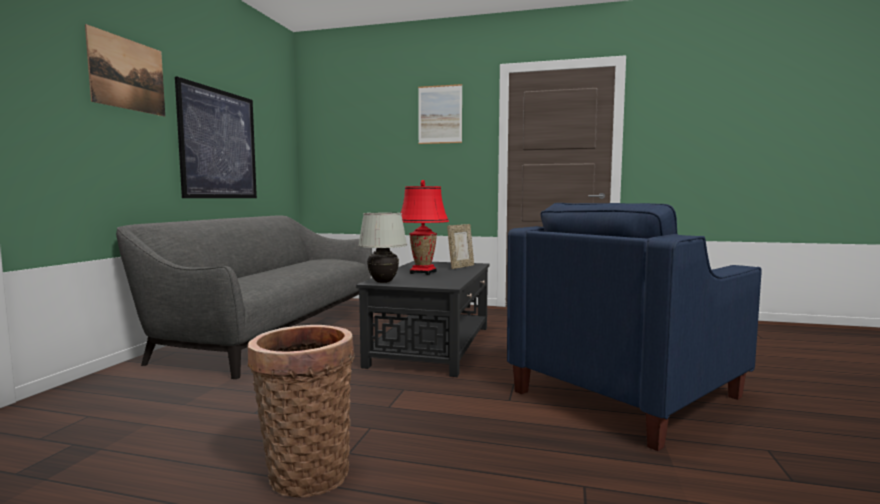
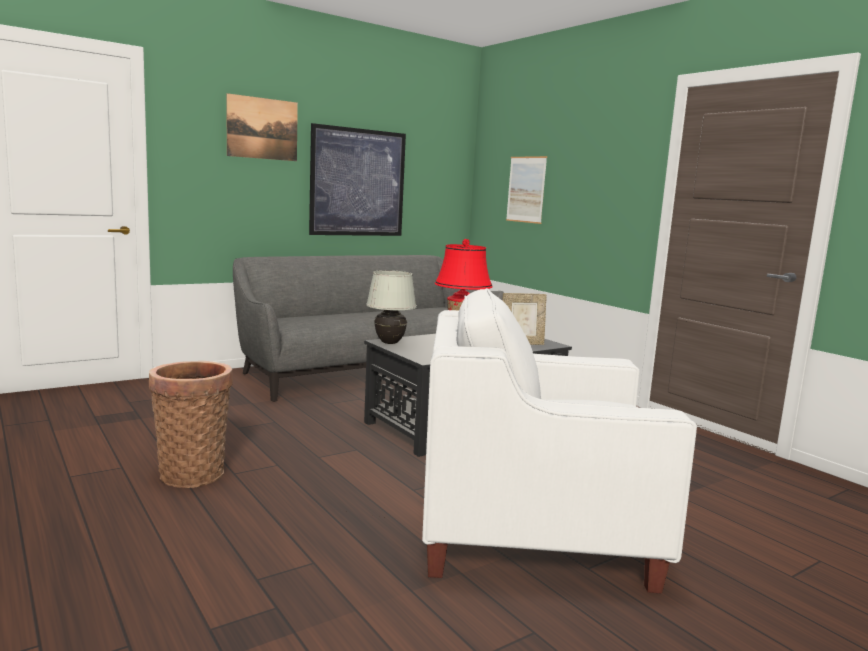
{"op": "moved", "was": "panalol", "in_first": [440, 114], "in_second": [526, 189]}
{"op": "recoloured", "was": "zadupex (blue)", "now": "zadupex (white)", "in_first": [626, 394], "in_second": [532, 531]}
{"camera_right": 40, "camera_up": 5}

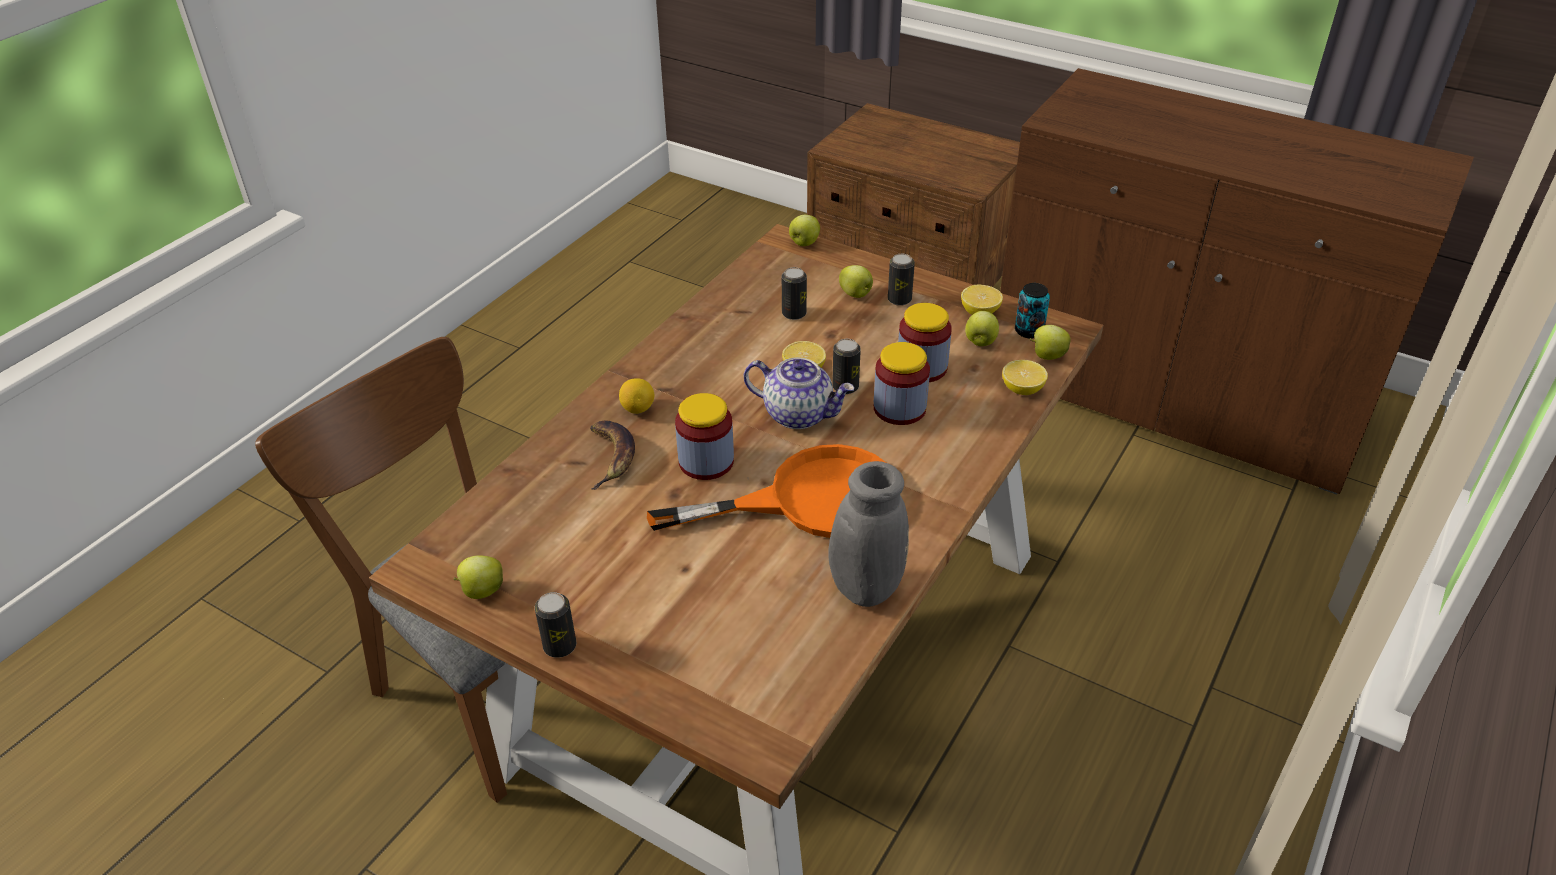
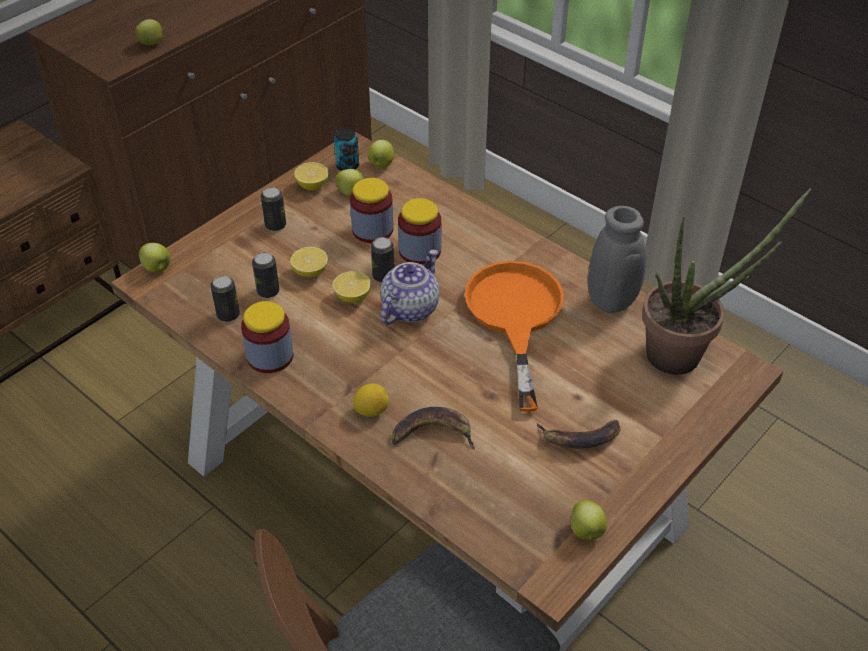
{"op": "moved", "was": "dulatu", "in_first": [560, 646], "in_second": [228, 315]}
{"op": "moved", "was": "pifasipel", "in_first": [706, 462], "in_second": [270, 356]}
{"op": "moved", "was": "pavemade", "in_first": [856, 295], "in_second": [152, 43]}
{"op": "moved", "was": "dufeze", "in_first": [1022, 390], "in_second": [310, 272]}
{"op": "added", "now": "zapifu", "in_second": [580, 438]}
{"op": "added", "now": "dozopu", "in_second": [685, 353]}
{"camera_right": -80, "camera_up": 5}

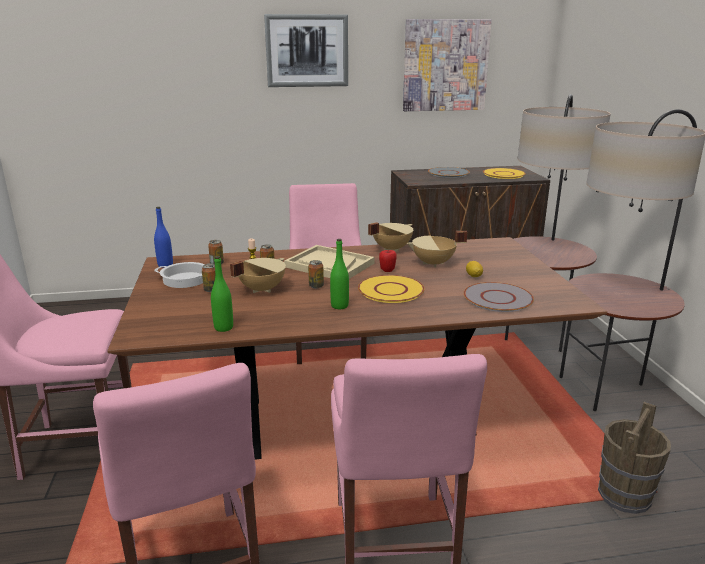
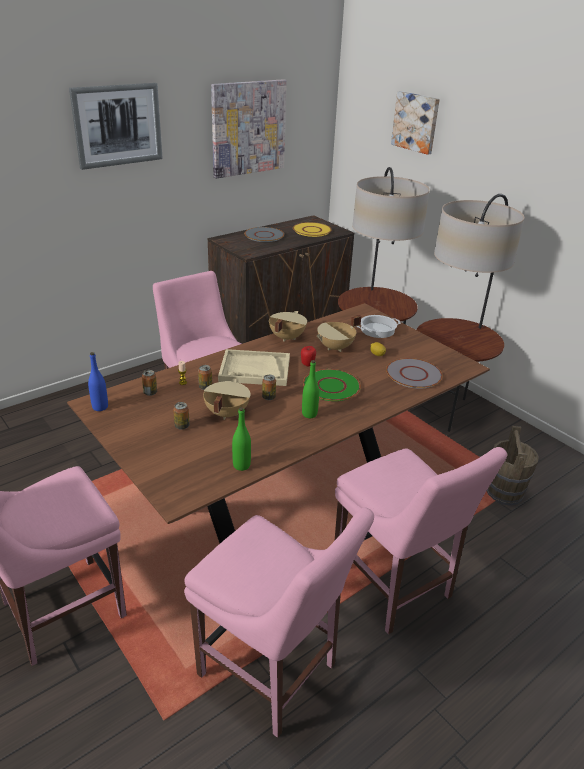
{"op": "moved", "was": "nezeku", "in_first": [186, 279], "in_second": [377, 330]}
{"op": "recoloured", "was": "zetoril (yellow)", "now": "zetoril (green)", "in_first": [390, 290], "in_second": [331, 386]}
{"op": "added", "now": "panalol", "in_second": [416, 122]}
{"camera_right": -30, "camera_up": 10}

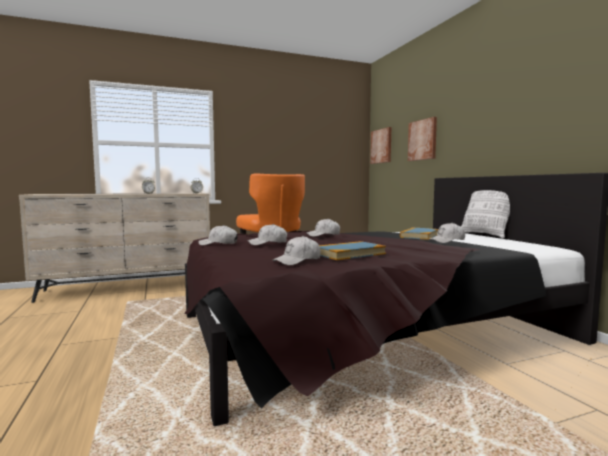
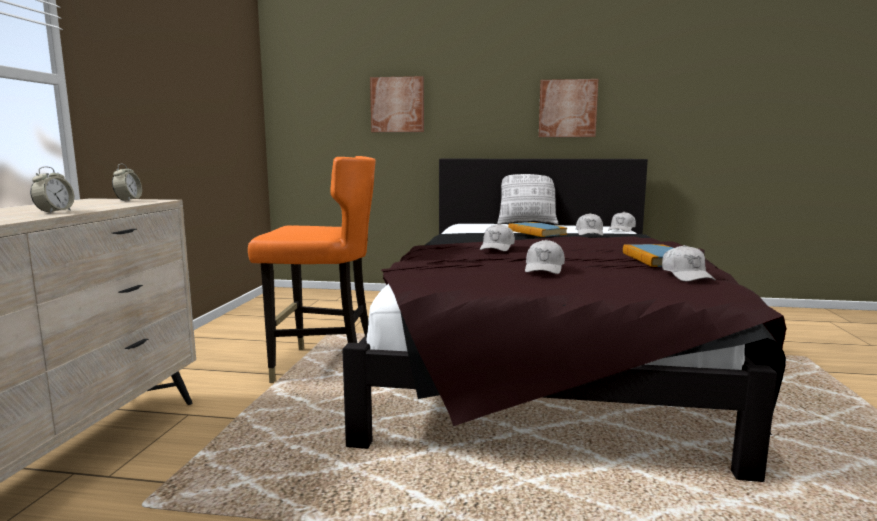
{"op": "moved", "was": "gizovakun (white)", "in_first": [218, 244], "in_second": [621, 229]}
{"op": "moved", "was": "panalol", "in_first": [381, 146], "in_second": [567, 108]}
{"camera_right": -60, "camera_up": 5}

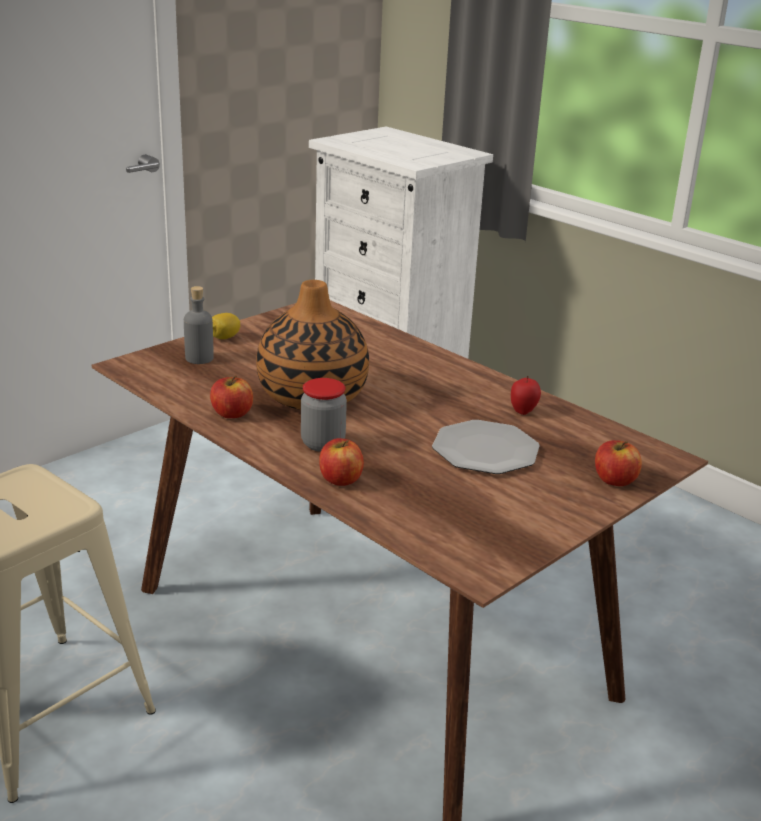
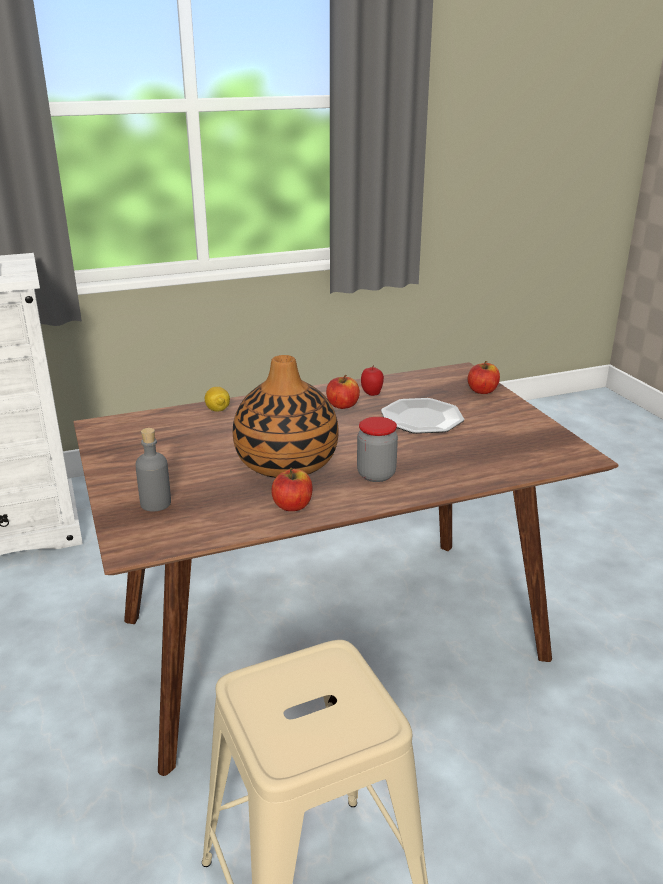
{"op": "moved", "was": "dufeze", "in_first": [224, 338], "in_second": [217, 410]}
{"op": "moved", "was": "pavemade", "in_first": [340, 479], "in_second": [342, 405]}
{"camera_right": -65, "camera_up": 0}

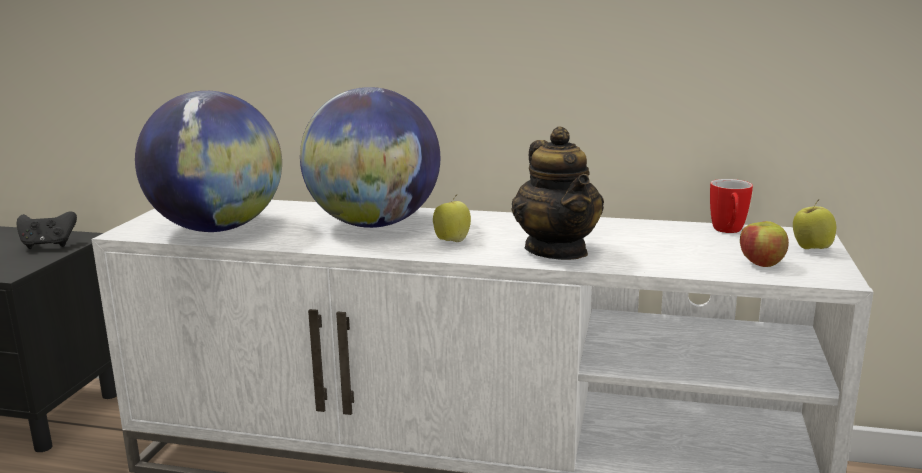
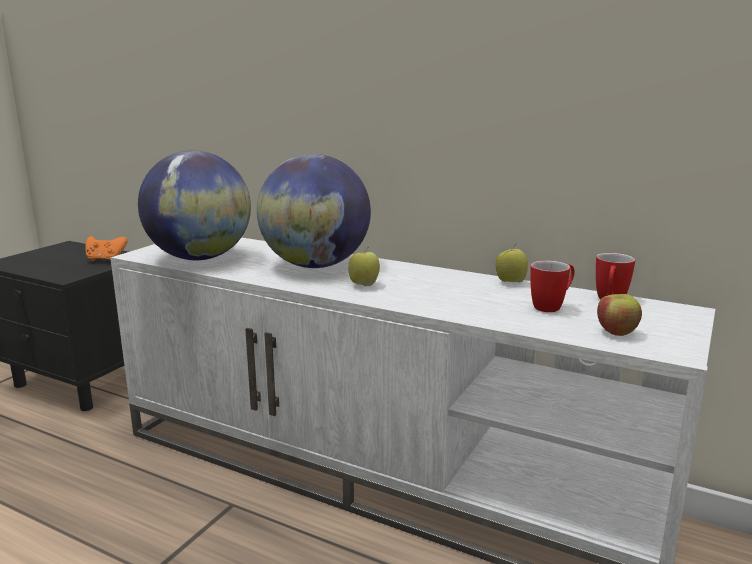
{"op": "recoloured", "was": "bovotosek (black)", "now": "bovotosek (orange)", "in_first": [48, 245], "in_second": [106, 260]}
{"op": "removed", "was": "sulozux", "in_first": [557, 250]}
{"op": "moved", "was": "pavemade", "in_first": [810, 249], "in_second": [510, 282]}
{"op": "added", "now": "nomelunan", "in_second": [552, 306]}
{"camera_right": 15, "camera_up": 0}

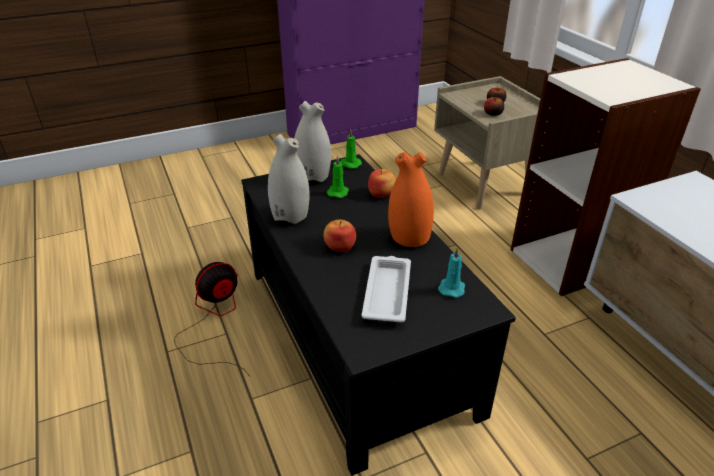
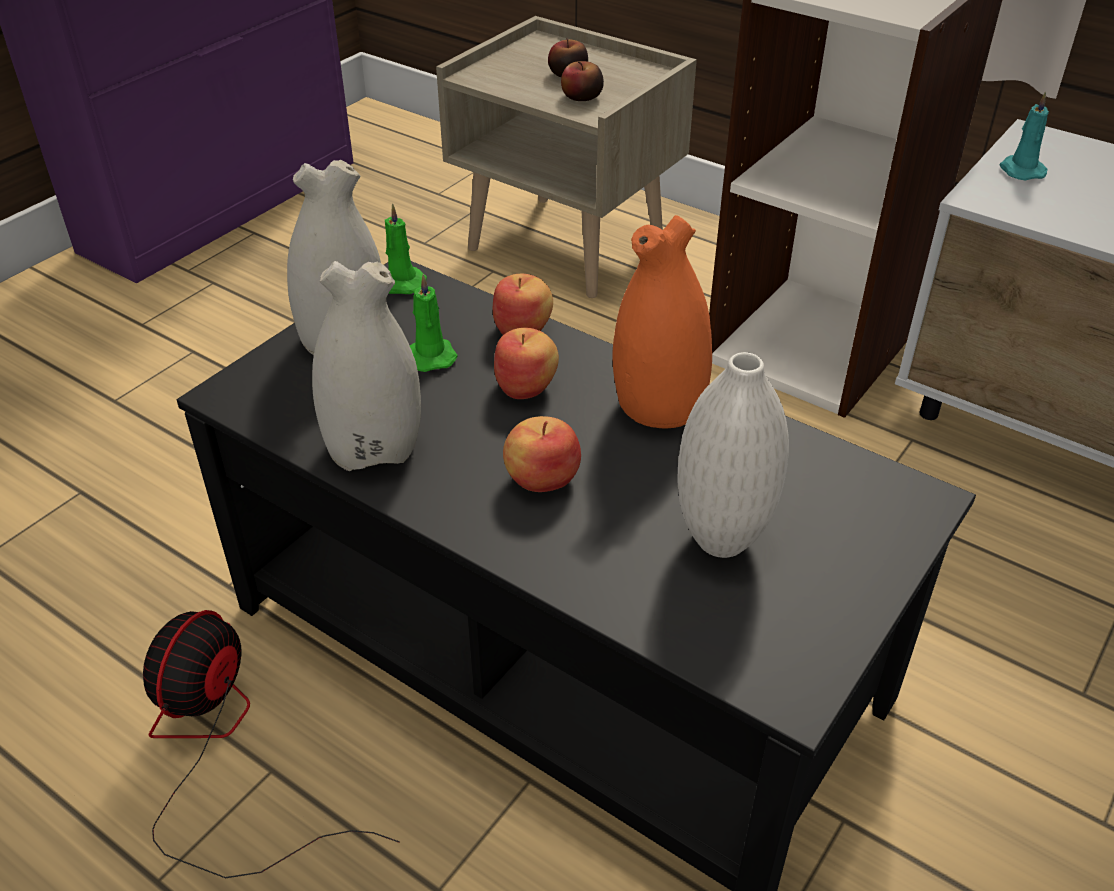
{"op": "replaced", "was": "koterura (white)", "now": "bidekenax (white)", "in_first": [387, 292], "in_second": [721, 540]}
{"op": "moved", "was": "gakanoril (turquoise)", "in_first": [452, 288], "in_second": [1020, 170]}
{"op": "added", "now": "pavemade", "in_second": [526, 387]}
{"camera_right": -30, "camera_up": 5}

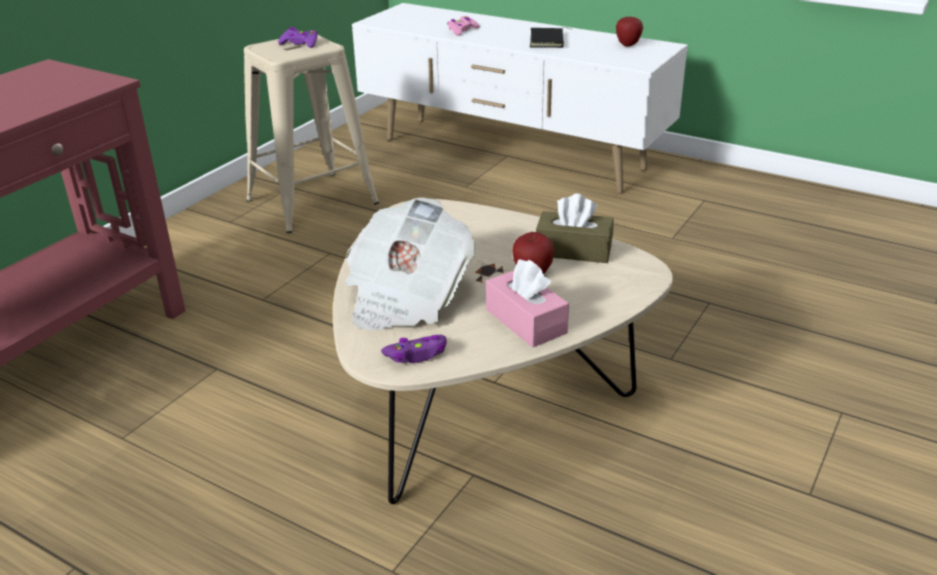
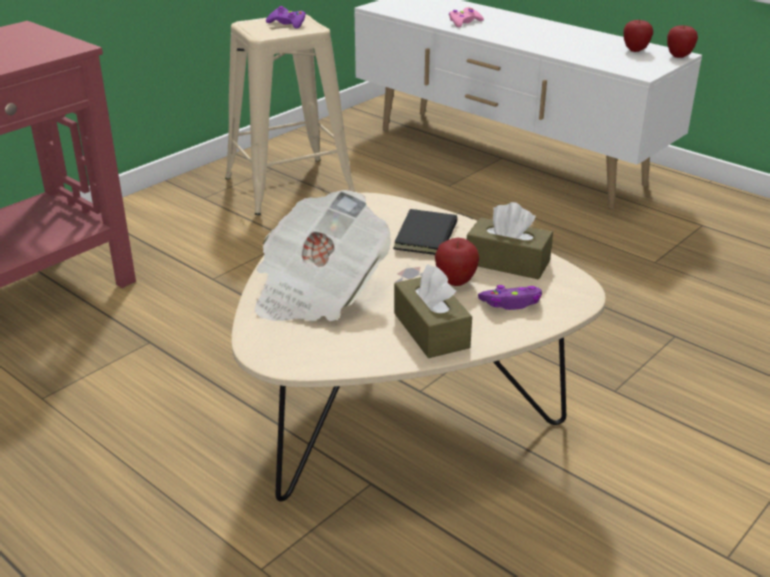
{"op": "moved", "was": "bovotosek (purple)", "in_first": [417, 355], "in_second": [511, 303]}
{"op": "recoloured", "was": "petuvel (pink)", "now": "petuvel (brown)", "in_first": [526, 321], "in_second": [431, 330]}
{"op": "moved", "was": "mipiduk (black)", "in_first": [548, 41], "in_second": [428, 237]}
{"op": "added", "now": "pavemade", "in_second": [679, 56]}
{"camera_right": 10, "camera_up": 0}

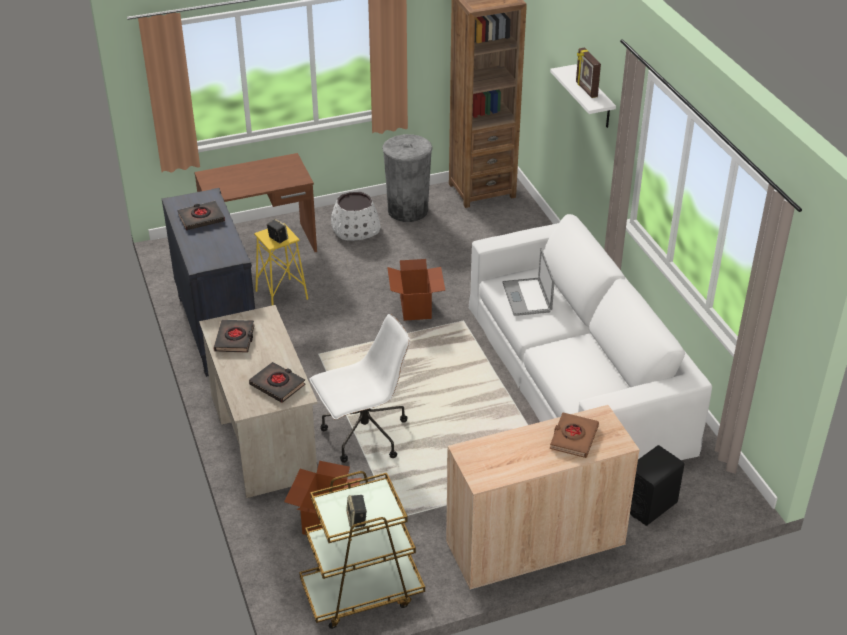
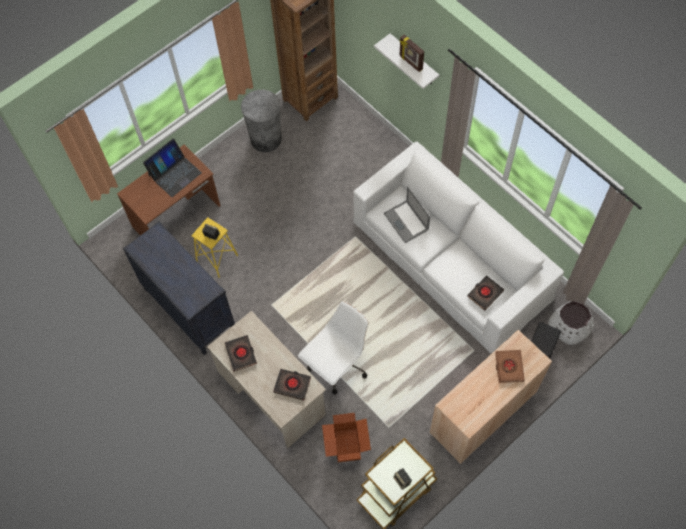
{"op": "moved", "was": "mipiduk (black)", "in_first": [201, 218], "in_second": [485, 293]}
{"op": "moved", "was": "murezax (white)", "in_first": [355, 229], "in_second": [569, 326]}
{"op": "removed", "was": "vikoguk", "in_first": [416, 307]}
{"op": "added", "now": "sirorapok", "in_second": [174, 173]}
{"camera_right": -20, "camera_up": 25}

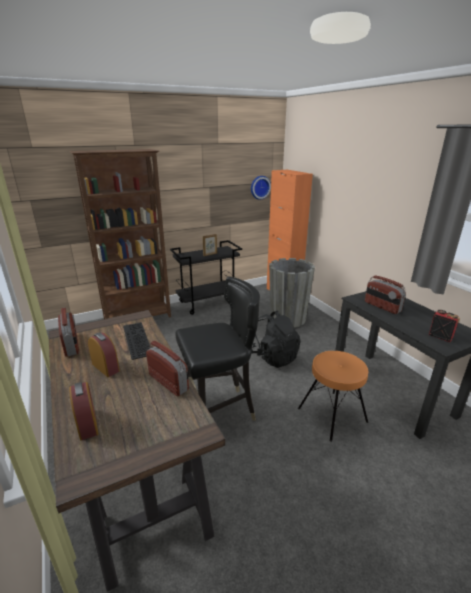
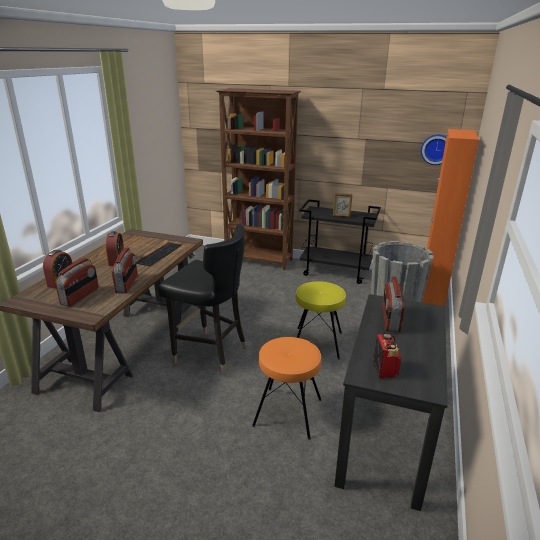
{"op": "moved", "was": "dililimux", "in_first": [71, 345], "in_second": [80, 296]}
{"op": "replaced", "was": "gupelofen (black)", "now": "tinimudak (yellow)", "in_first": [273, 357], "in_second": [317, 342]}
{"camera_right": 45, "camera_up": 0}

